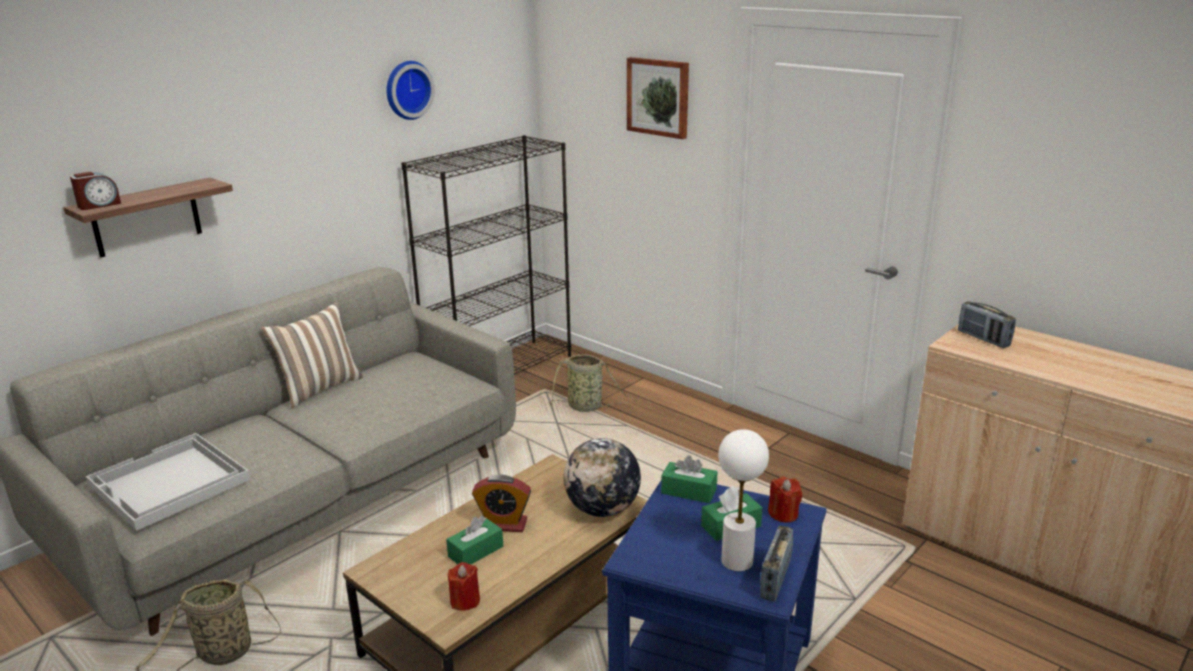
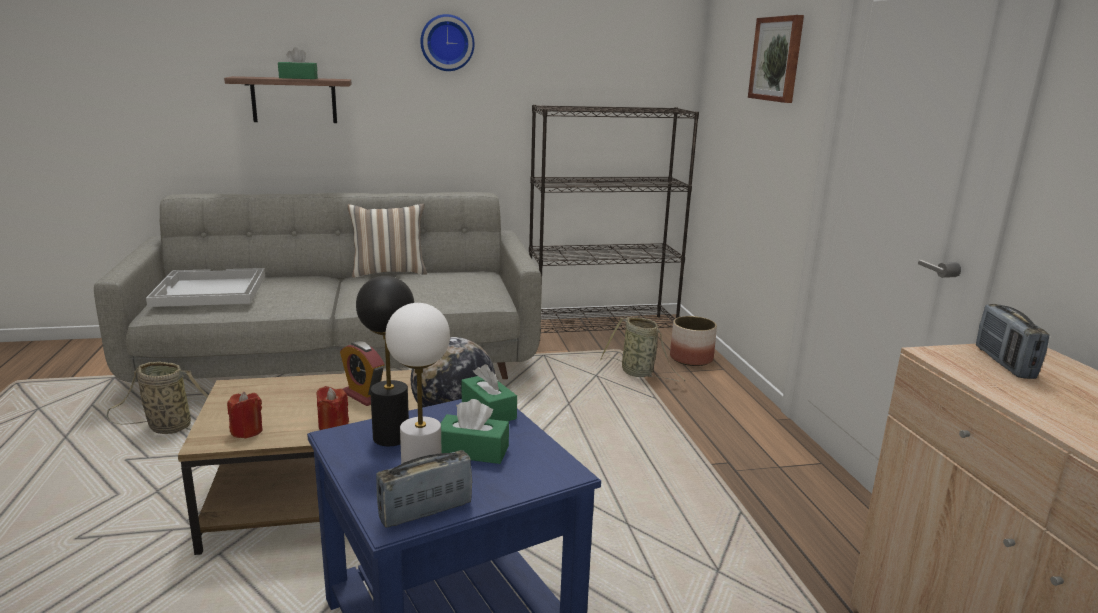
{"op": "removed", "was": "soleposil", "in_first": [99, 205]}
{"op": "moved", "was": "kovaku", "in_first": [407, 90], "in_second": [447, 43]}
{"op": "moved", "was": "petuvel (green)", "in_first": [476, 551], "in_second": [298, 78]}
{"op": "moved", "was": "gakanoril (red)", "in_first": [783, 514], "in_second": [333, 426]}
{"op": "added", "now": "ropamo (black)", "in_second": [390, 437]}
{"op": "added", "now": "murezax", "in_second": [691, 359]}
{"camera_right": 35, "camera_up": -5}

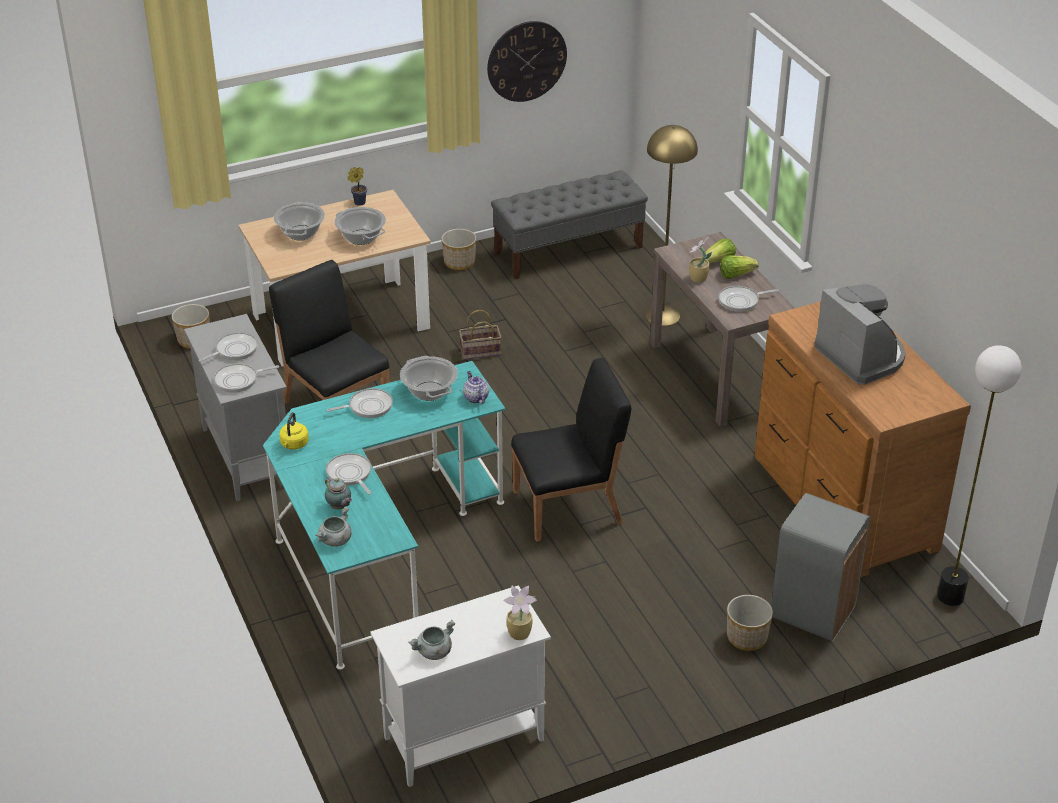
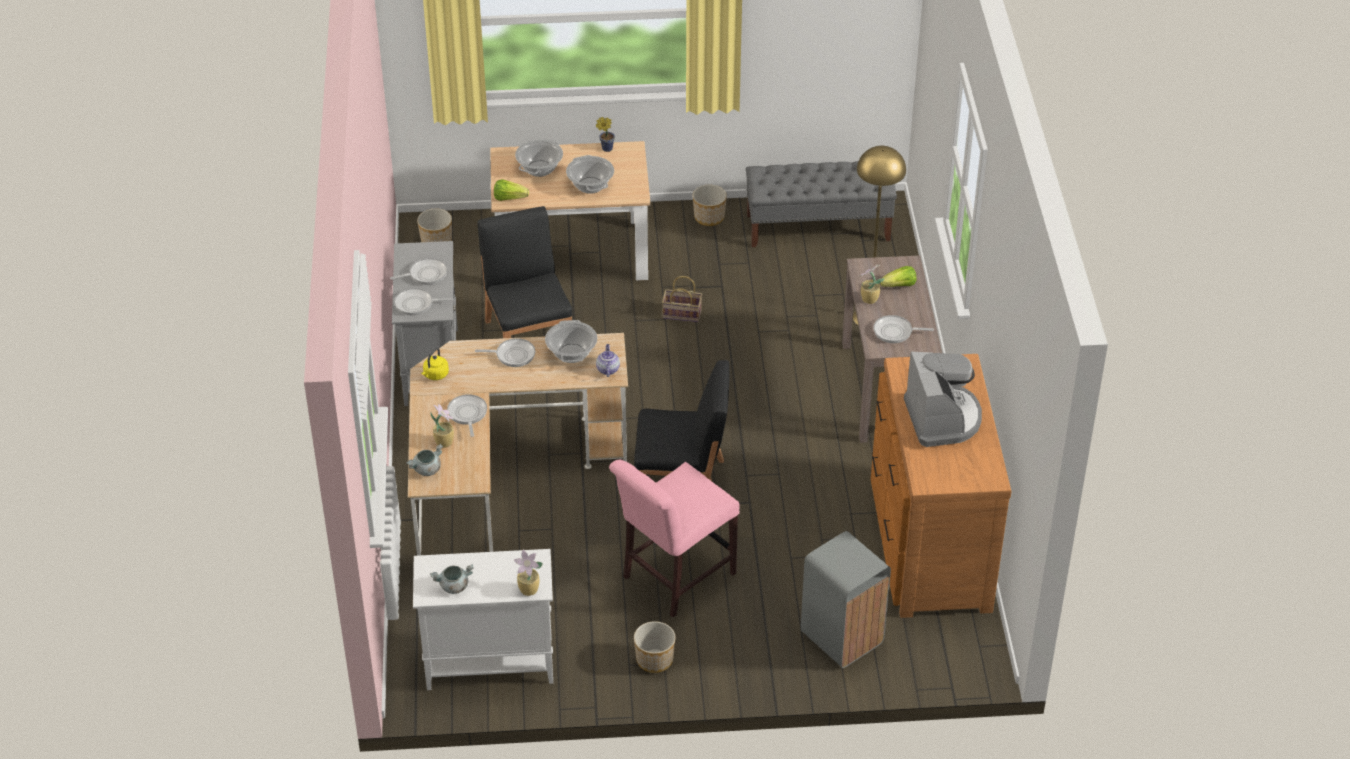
{"op": "recoloured", "was": "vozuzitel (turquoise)", "now": "vozuzitel (beige)", "in_first": [376, 546], "in_second": [500, 477]}
{"op": "replaced", "was": "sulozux", "now": "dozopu", "in_first": [339, 507], "in_second": [444, 441]}
{"op": "removed", "was": "kovaku", "in_first": [526, 61]}
{"op": "moved", "was": "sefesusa", "in_first": [736, 275], "in_second": [509, 198]}
{"op": "moved", "was": "murezax", "in_first": [747, 637], "in_second": [655, 660]}
{"op": "removed", "was": "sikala", "in_first": [950, 596]}
{"op": "added", "now": "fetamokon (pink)", "in_second": [673, 578]}
{"camera_right": 20, "camera_up": 5}

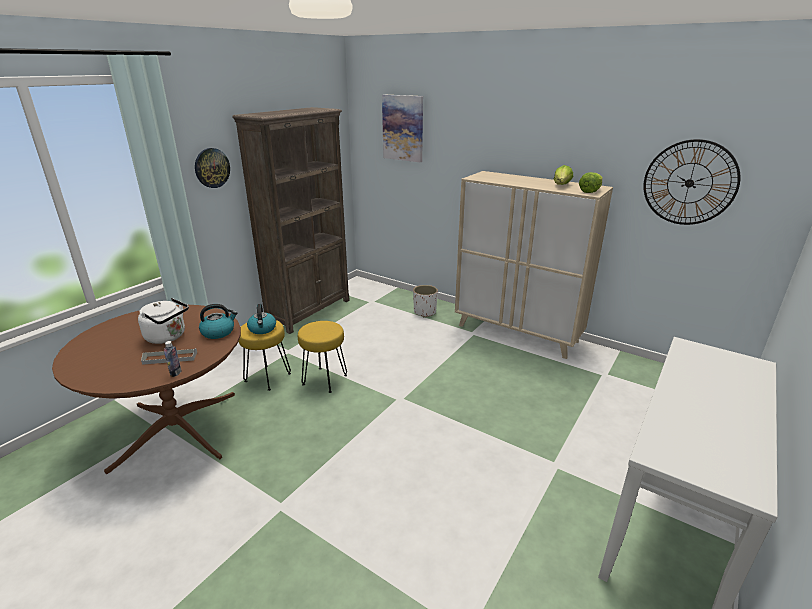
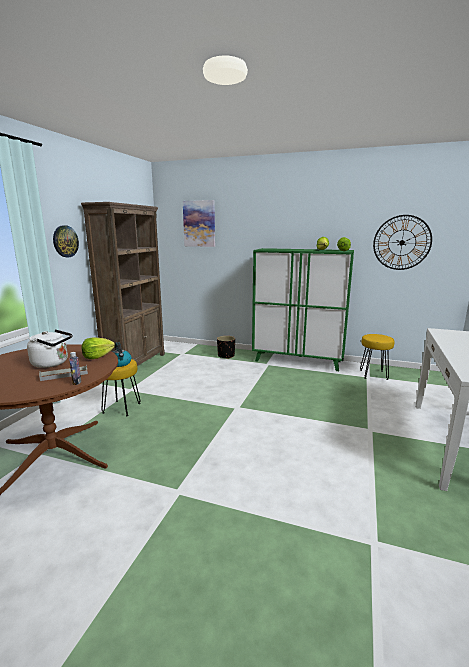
{"op": "replaced", "was": "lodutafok", "now": "sefesusa", "in_first": [218, 332], "in_second": [97, 357]}
{"op": "moved", "was": "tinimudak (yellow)", "in_first": [325, 379], "in_second": [374, 374]}
{"op": "recoloured", "was": "murezax (white)", "now": "murezax (black)", "in_first": [425, 312], "in_second": [226, 356]}
{"op": "recoloured", "was": "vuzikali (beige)", "now": "vuzikali (green)", "in_first": [517, 333], "in_second": [298, 361]}
{"camera_right": -15, "camera_up": -10}

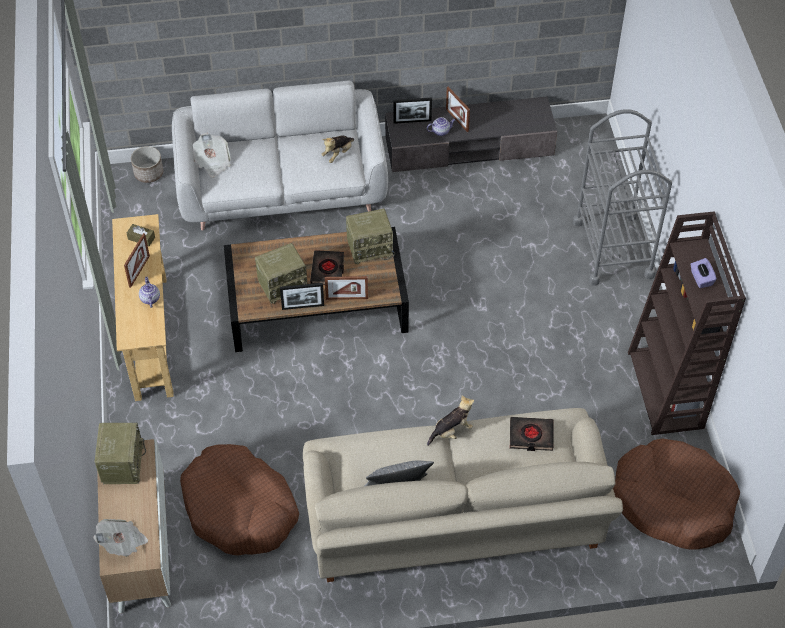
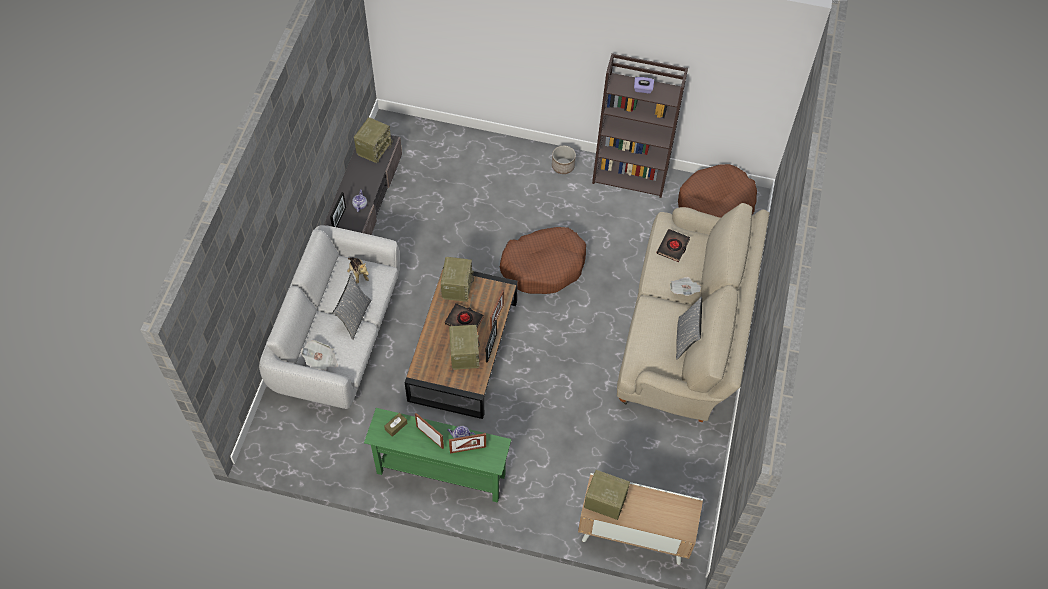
{"op": "moved", "was": "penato", "in_first": [123, 543], "in_second": [683, 290]}
{"op": "recoloured", "was": "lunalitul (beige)", "now": "lunalitul (green)", "in_first": [150, 337], "in_second": [441, 474]}
{"op": "moved", "was": "murezax", "in_first": [149, 173], "in_second": [563, 166]}
{"op": "moved", "was": "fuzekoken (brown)", "in_first": [240, 509], "in_second": [544, 266]}
{"op": "removed", "was": "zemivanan", "in_first": [452, 431]}
{"op": "moved", "was": "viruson", "in_first": [457, 120], "in_second": [468, 449]}
{"op": "removed", "was": "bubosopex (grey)", "in_first": [613, 249]}
{"op": "added", "now": "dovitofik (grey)", "in_second": [354, 317]}
{"op": "added", "now": "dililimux", "in_second": [374, 148]}
{"camera_right": -70, "camera_up": 5}

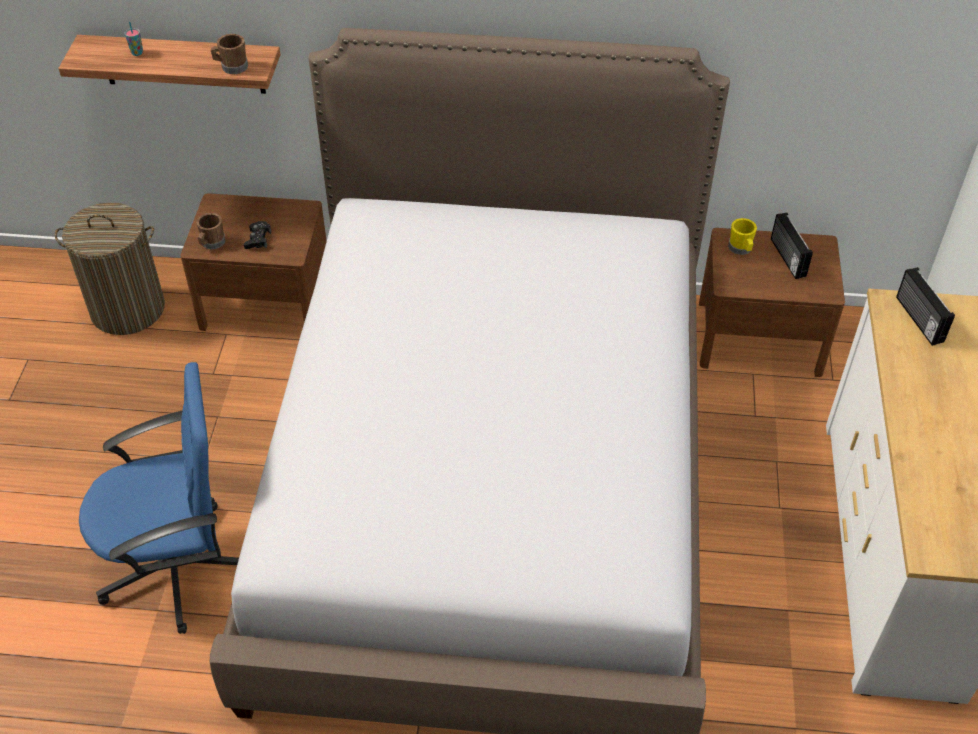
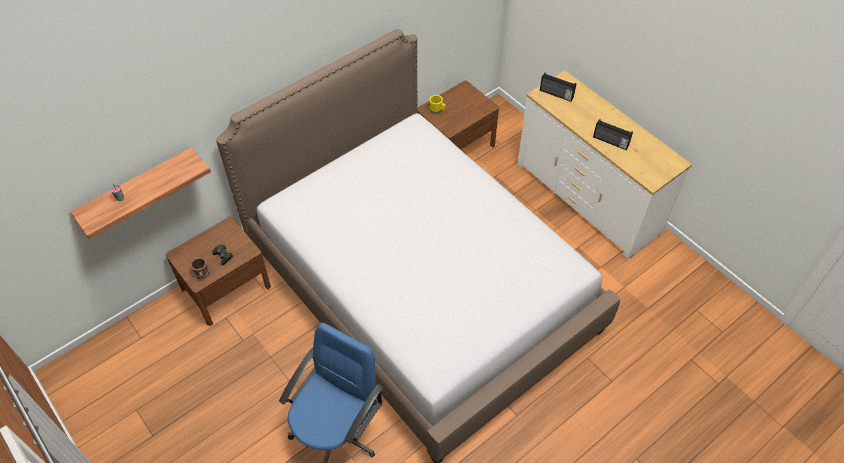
{"op": "removed", "was": "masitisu", "in_first": [128, 309]}
{"op": "removed", "was": "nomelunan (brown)", "in_first": [231, 67]}
{"op": "moved", "was": "dililimux", "in_first": [787, 258], "in_second": [610, 142]}
{"camera_right": -45, "camera_up": 5}

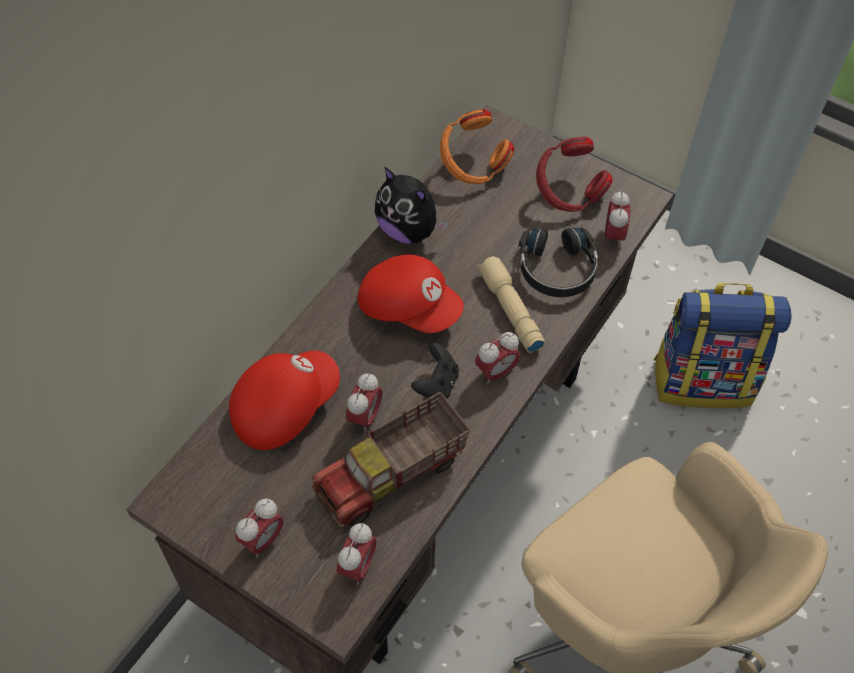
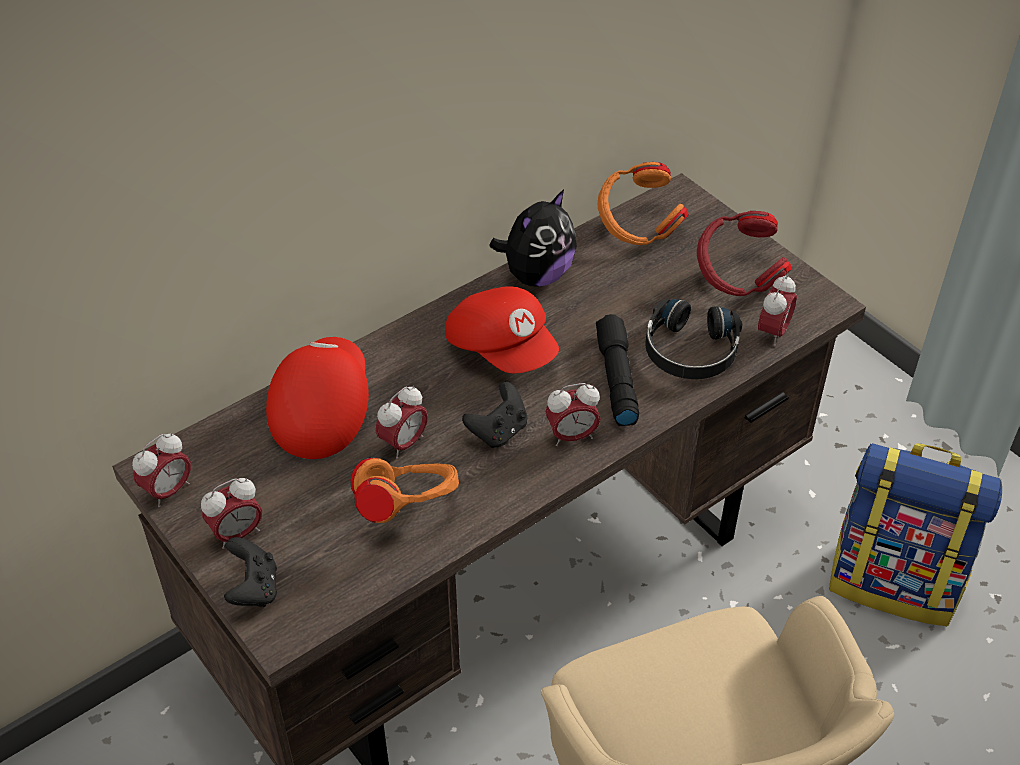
{"op": "turned", "was": "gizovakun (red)", "in_first": [284, 406], "in_second": [321, 411], "clockwise": -60}
{"op": "replaced", "was": "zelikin", "now": "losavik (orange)", "in_first": [392, 475], "in_second": [407, 508]}
{"op": "moved", "was": "soleposil", "in_first": [357, 566], "in_second": [168, 491]}
{"op": "turned", "was": "zemivanan", "in_first": [408, 230], "in_second": [536, 275], "clockwise": -105}
{"op": "recoloured", "was": "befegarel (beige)", "now": "befegarel (black)", "in_first": [509, 310], "in_second": [615, 378]}
{"op": "added", "now": "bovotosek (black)", "in_second": [254, 589]}
{"camera_right": 20, "camera_up": -10}

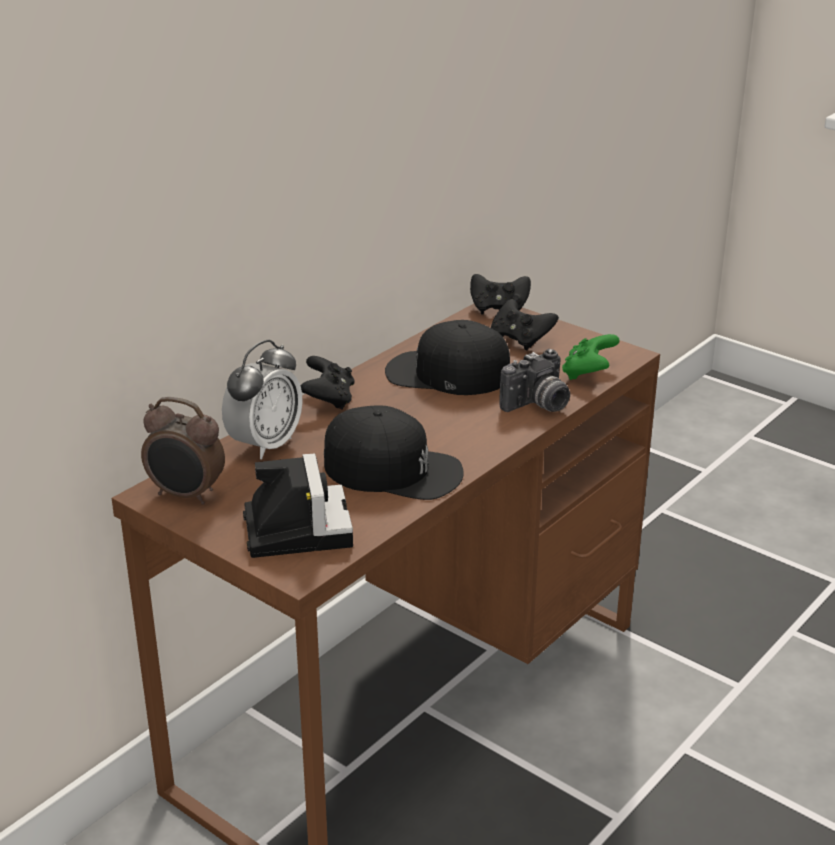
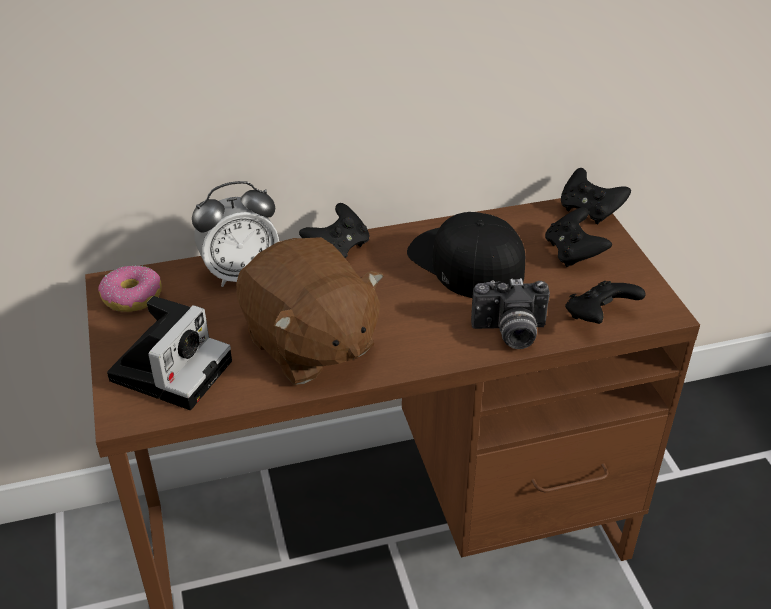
{"op": "replaced", "was": "soleposil", "now": "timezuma", "in_first": [186, 495], "in_second": [132, 297]}
{"op": "replaced", "was": "gizovakun (black)", "now": "zemivanan (brown)", "in_first": [393, 469], "in_second": [309, 345]}
{"op": "recoloured", "was": "bovotosek (green)", "now": "bovotosek (black)", "in_first": [588, 373], "in_second": [598, 317]}
{"camera_right": 35, "camera_up": 10}

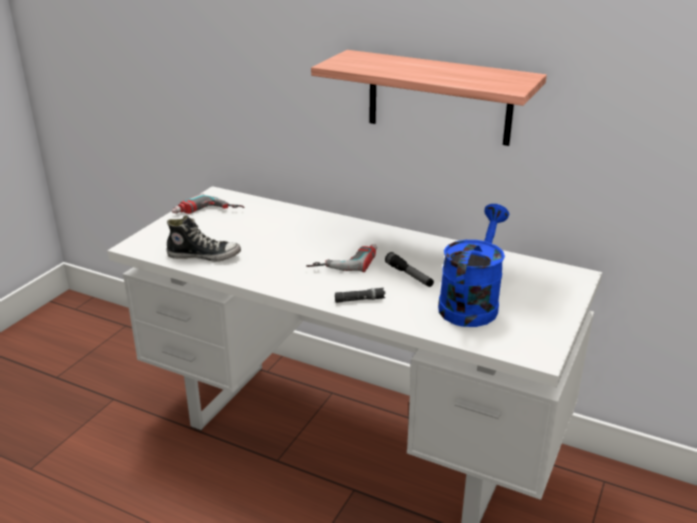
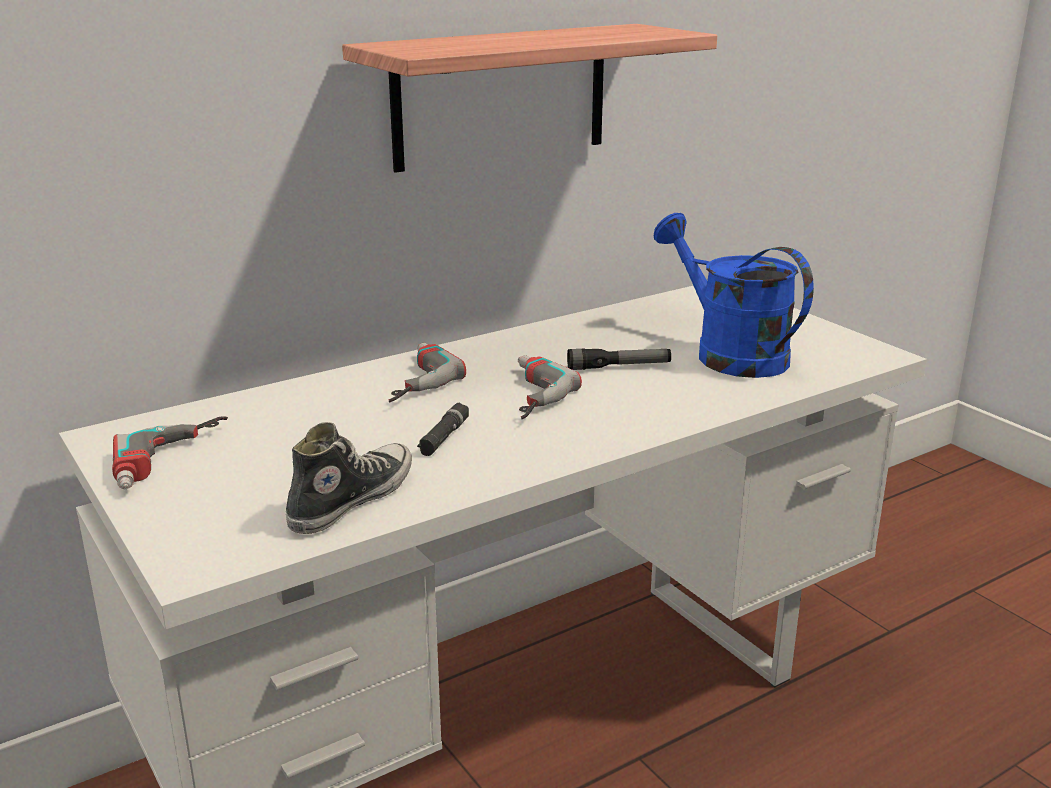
{"op": "moved", "was": "befegarel (black)", "in_first": [359, 299], "in_second": [444, 437]}
{"op": "added", "now": "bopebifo", "in_second": [409, 380]}
{"camera_right": -60, "camera_up": -5}

